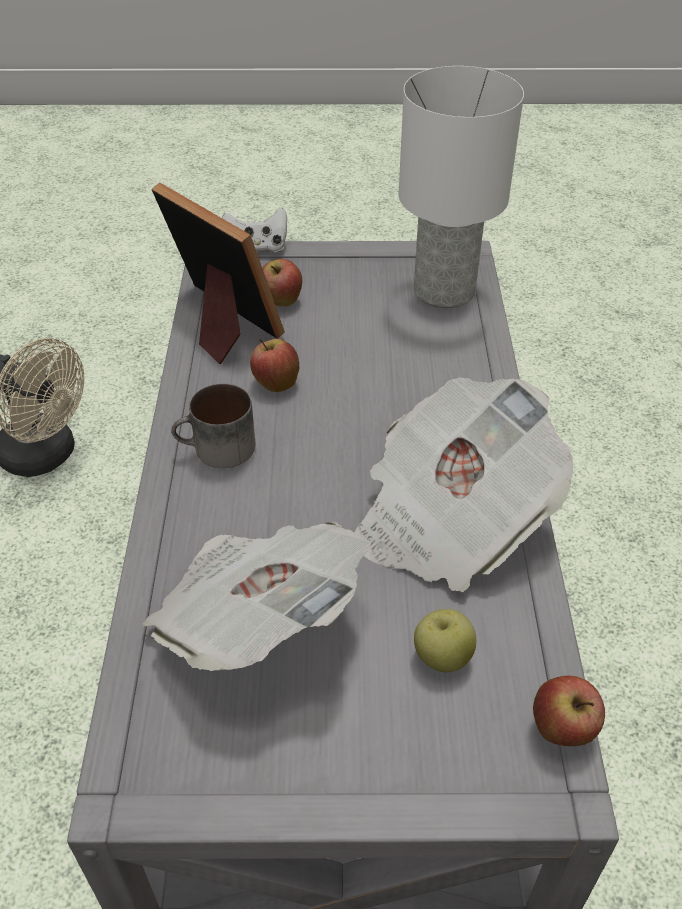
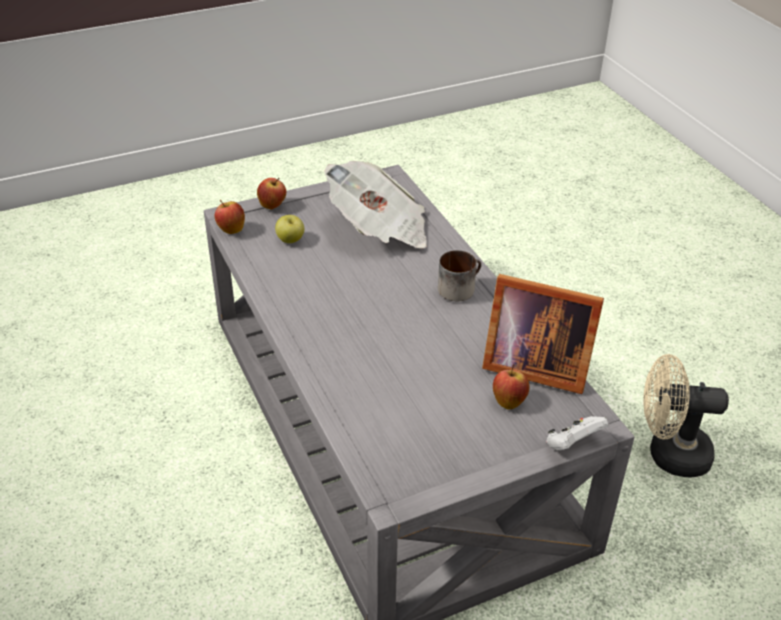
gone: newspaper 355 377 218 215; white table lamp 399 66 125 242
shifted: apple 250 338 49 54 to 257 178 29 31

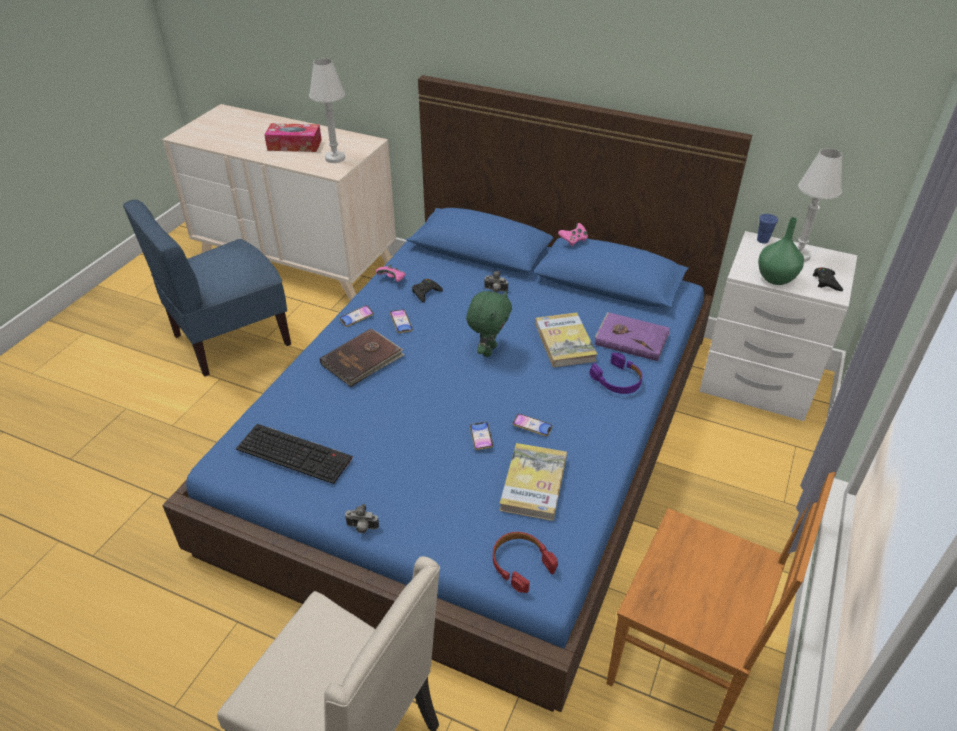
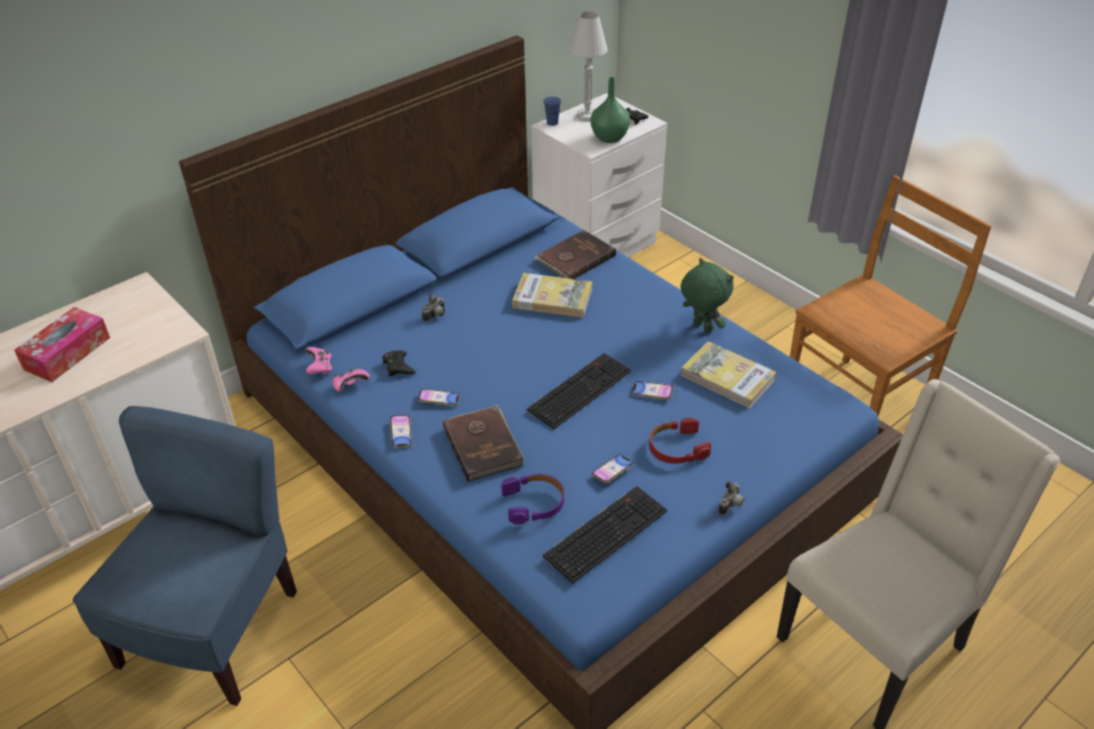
gone: white table lamp 309 58 36 105
new: keyboard 527 353 104 76
shifted: green plush toy 466 291 46 66 to 681 258 53 75; red headphones 493 532 65 61 to 649 418 62 46; phone 513 414 40 22 to 592 454 42 29; pink game controller 558 223 30 23 to 306 347 26 27; purple headphones 589 352 54 42 to 501 474 63 51
repainted: purple book 595 312 75 49 to brown book 534 230 82 49
rotated: blue chair 123 200 168 177 = 73 406 224 300 150 degrees counterclockwise

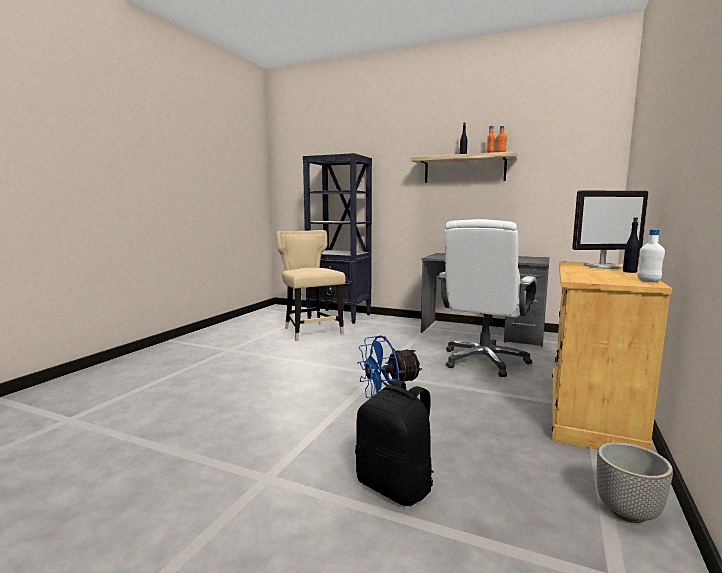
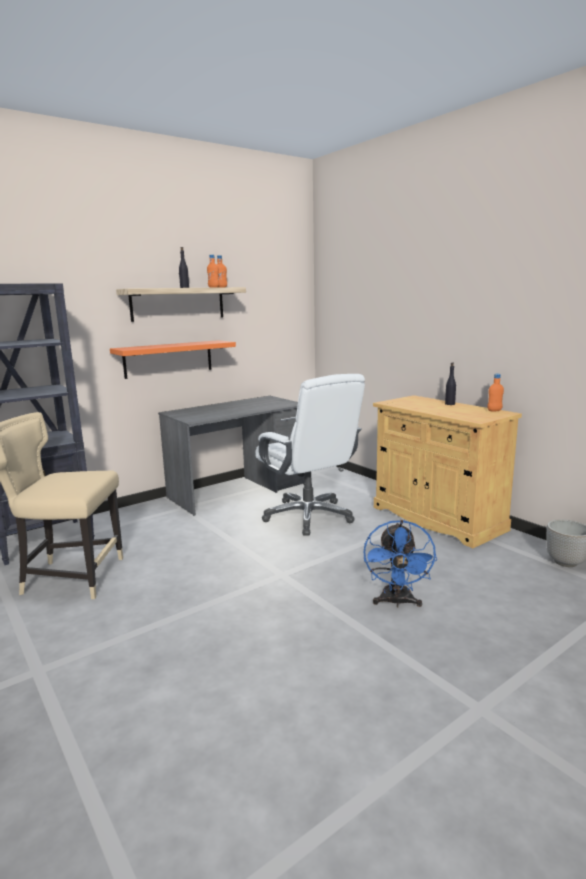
gone: black backpack 355 380 79 126; monitor 572 190 77 79
new: orange shelf 110 340 126 39
repainted: white bottle 637 229 28 53 to orange bottle 487 374 17 37

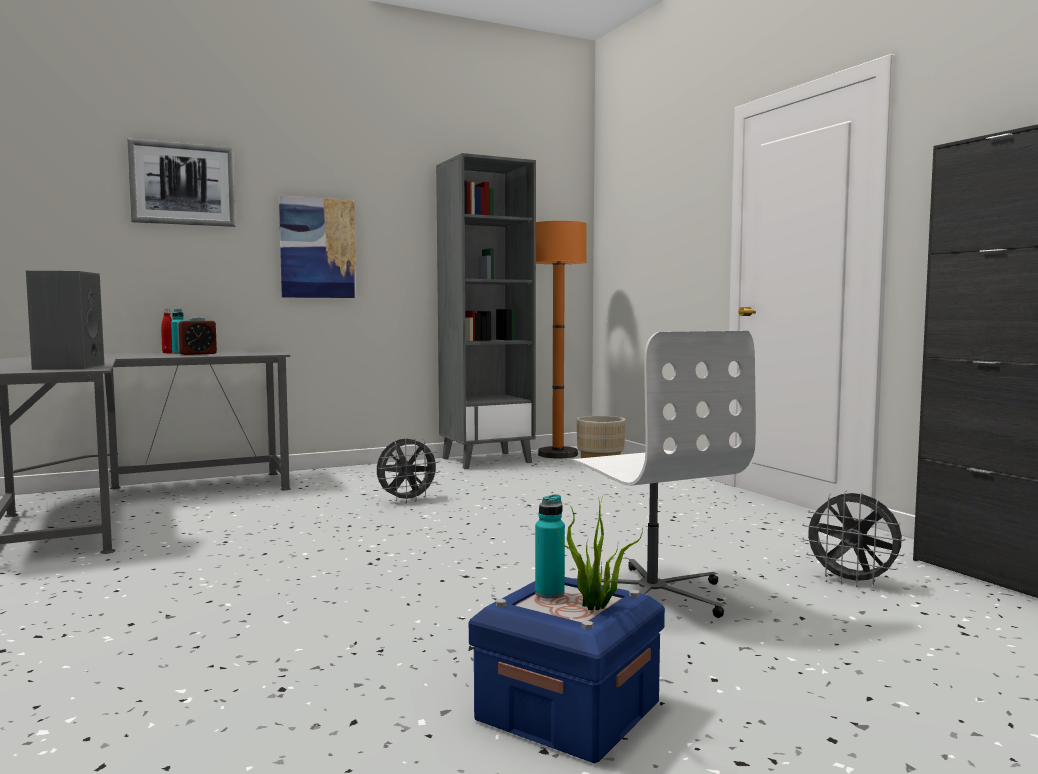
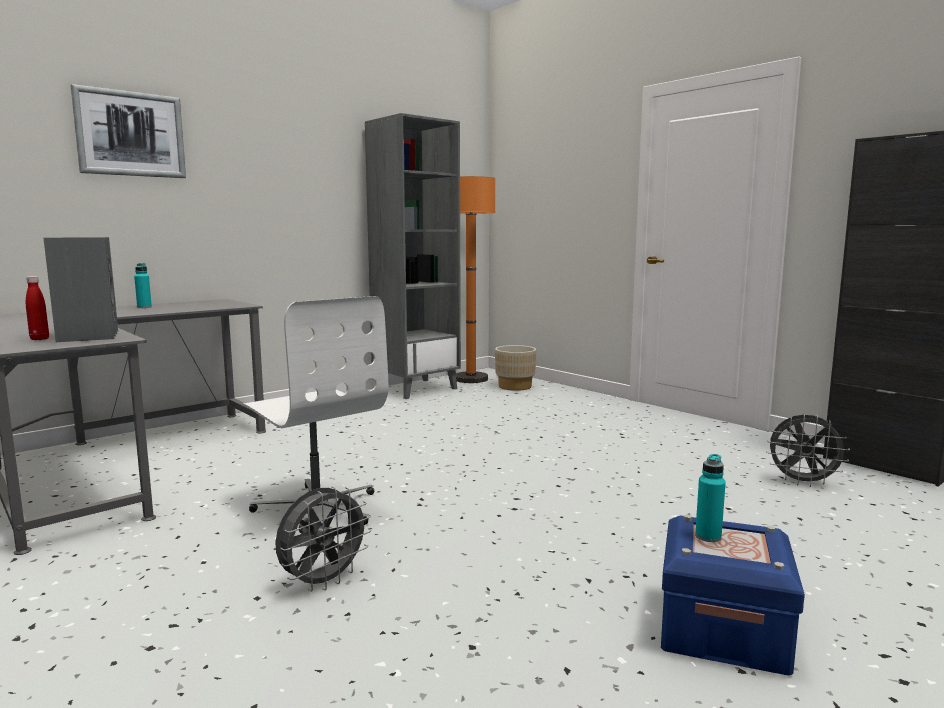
gone: alarm clock 177 317 40 38; picture 279 196 77 102; potted plant 558 497 85 113
shifted: red bottle 161 309 11 44 to 26 276 23 64; grey fan 377 436 63 67 to 275 487 97 105; white office chair 569 331 187 287 to 242 296 146 229

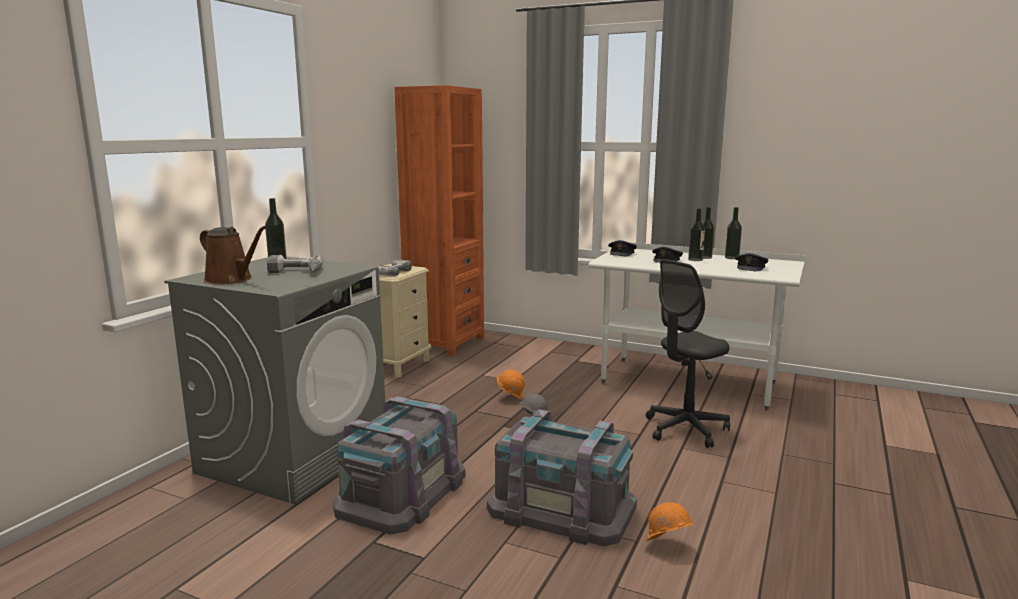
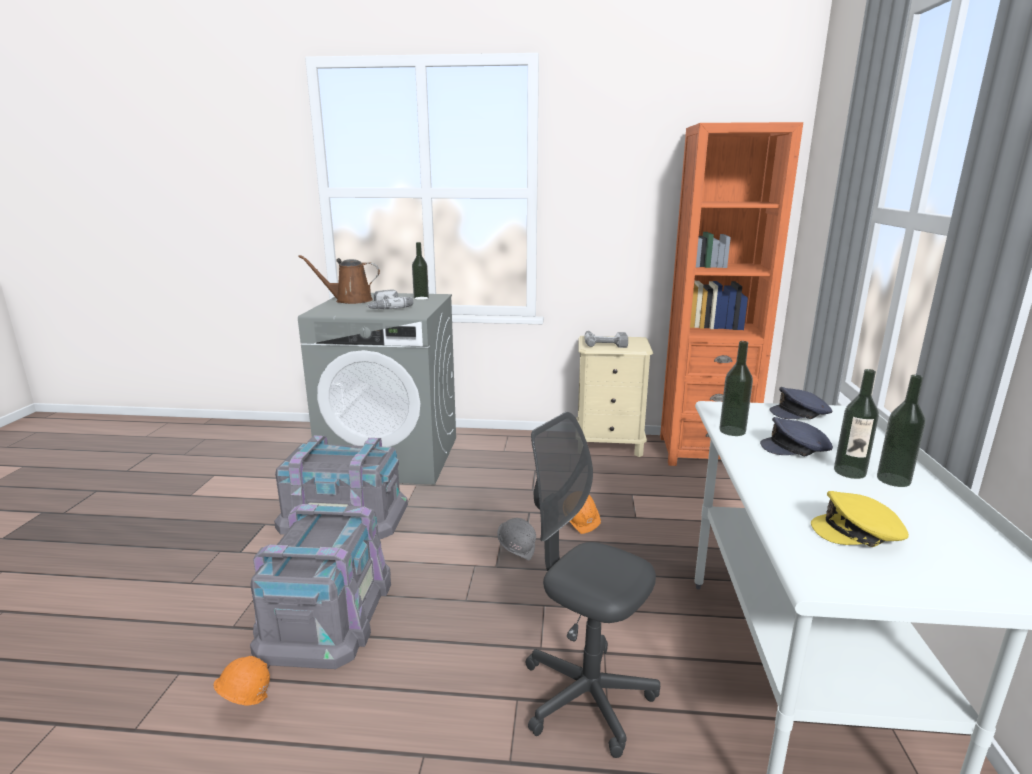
shifted: bottle 725 207 17 52 to 719 341 34 95
repainted: grey cap 735 253 33 18 to yellow cap 811 491 98 56
rotated: brown watering can 200 226 66 58 = 298 255 82 49 75 degrees clockwise

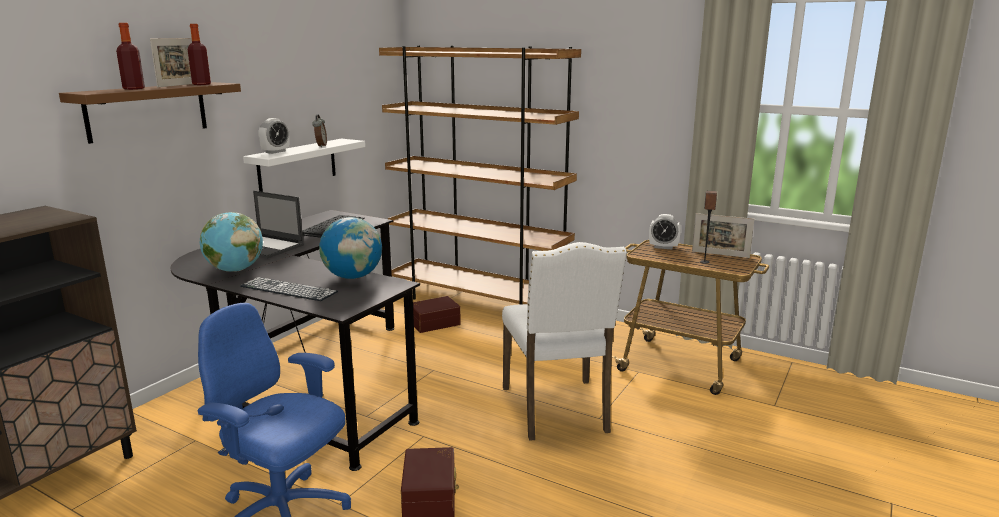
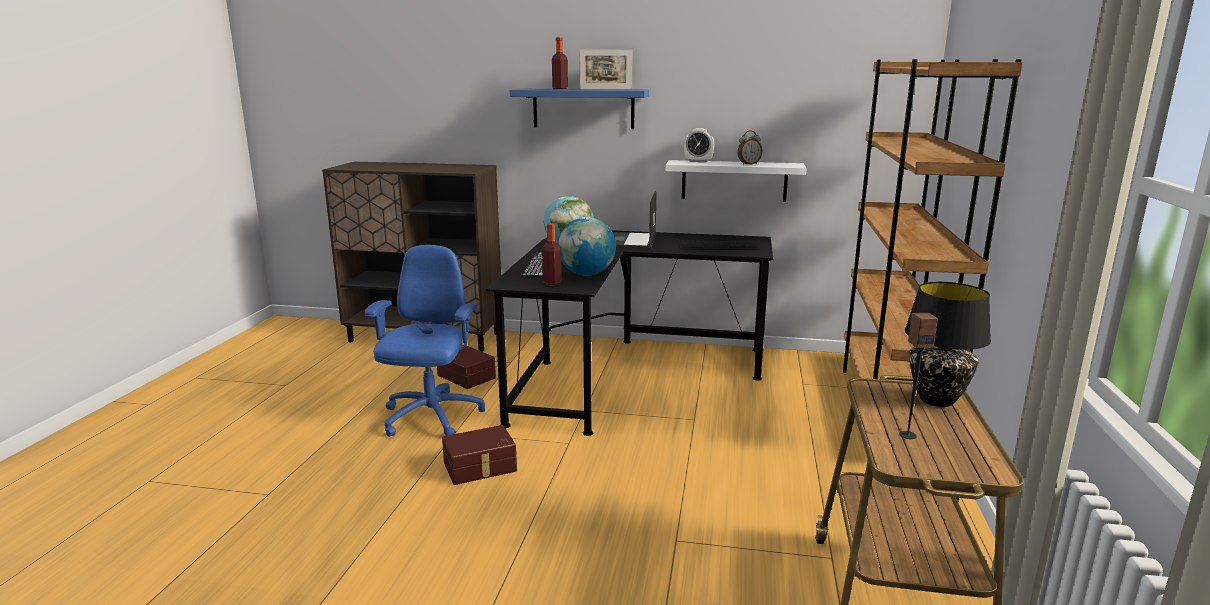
gone: white chair 502 242 125 199; picture frame 692 213 62 45
shifted: bottle 188 24 23 61 to 542 223 19 62; brown storage box 413 296 48 37 to 437 345 59 44
swapped: alarm clock 649 214 32 36 to black table lamp 905 282 86 125
repainted: brown shelf 59 82 182 62 to blue shelf 510 89 139 40

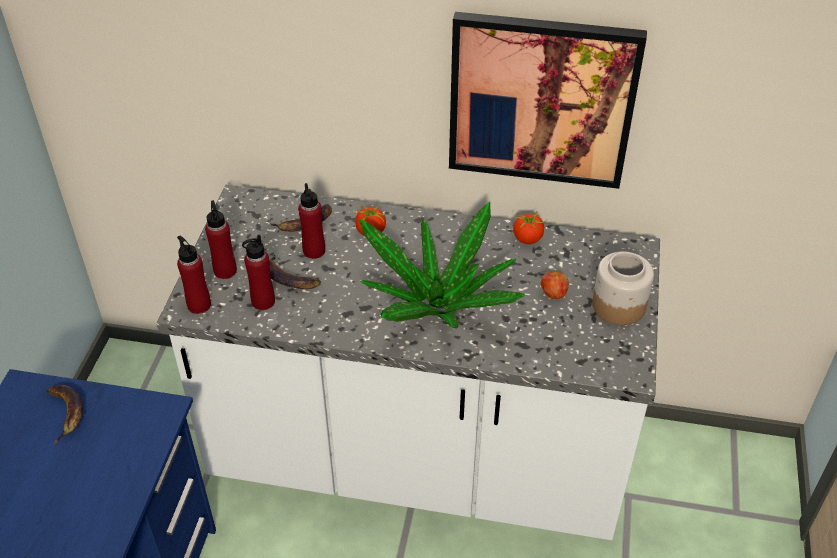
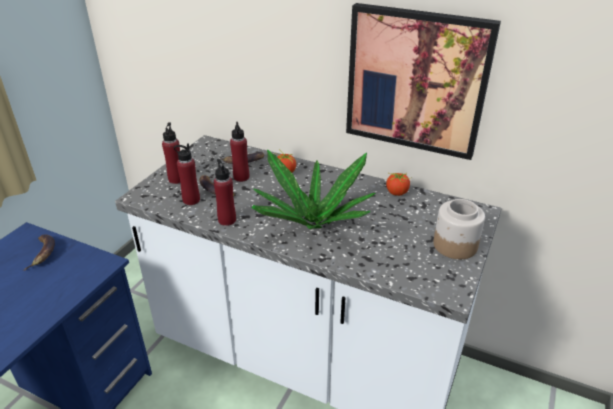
gone: apple 541 270 28 29
shifted: red bottle 177 236 34 78 to 214 159 22 67

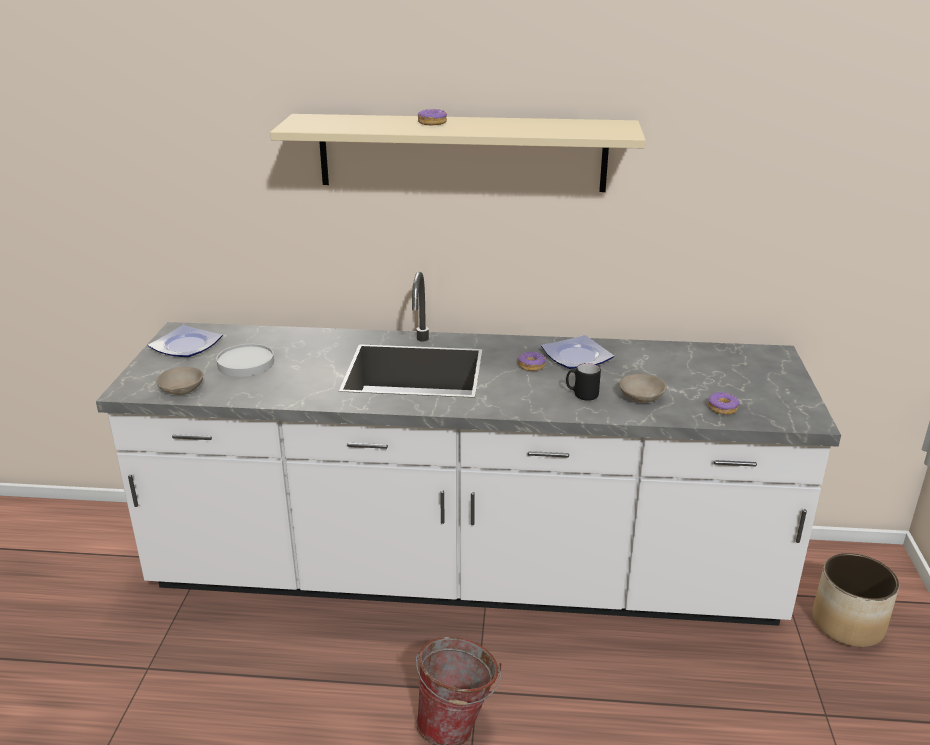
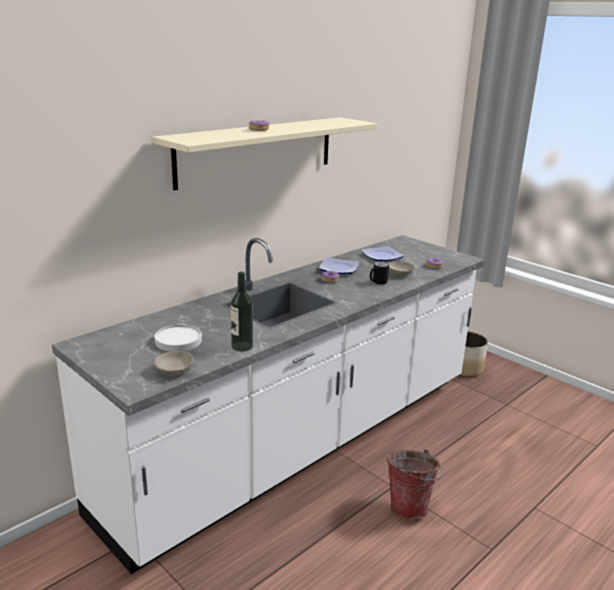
new: bottle 230 272 23 80
shifted: plate 148 325 75 32 to 361 246 43 15

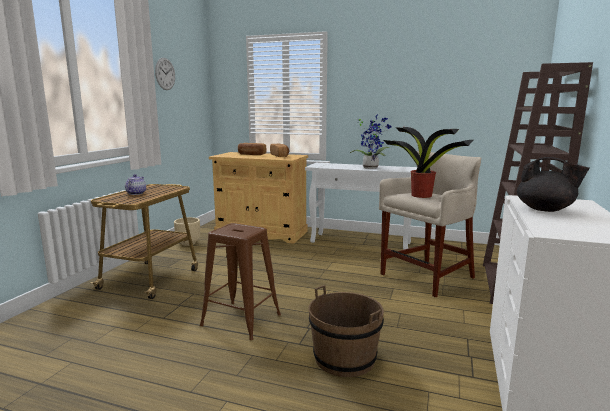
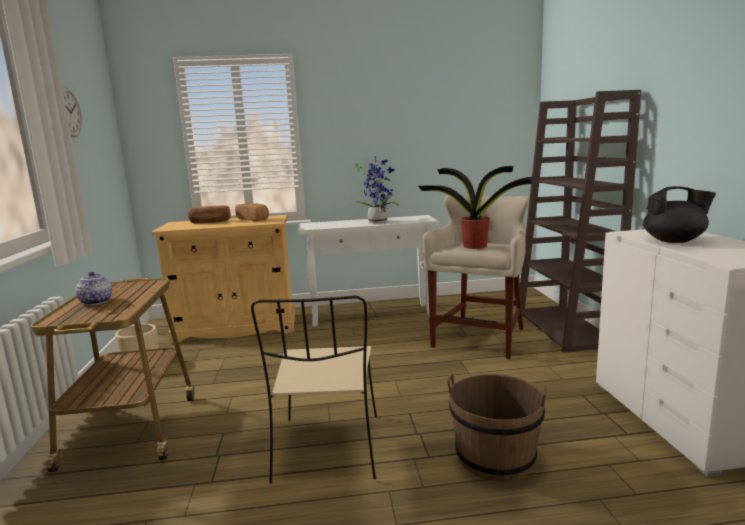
swapped: brown stool 200 223 81 117 to beige chair 251 296 126 187

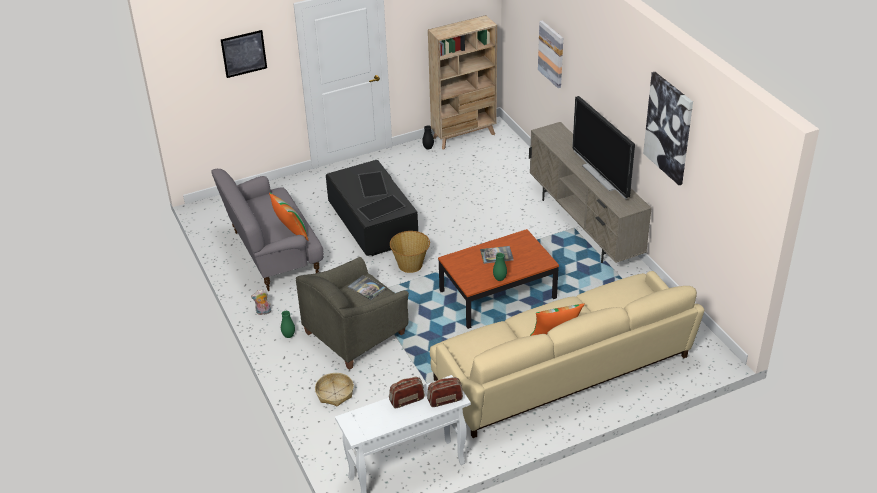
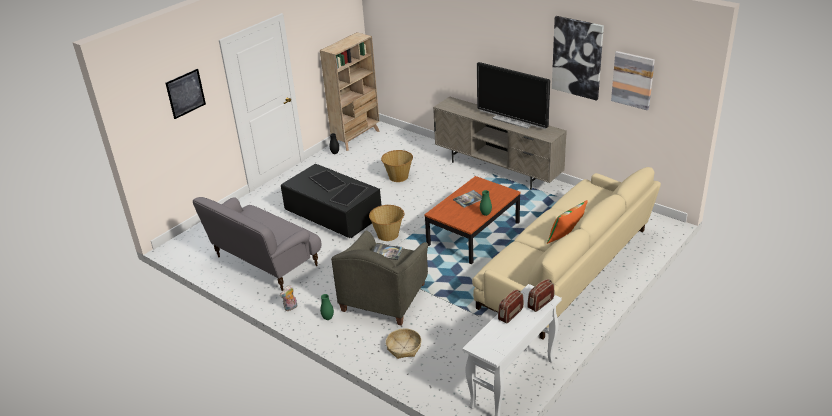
gone: pillow 269 192 40 49
new: basket 381 150 32 32
shifted: picture 538 21 25 67 to 611 51 44 59

